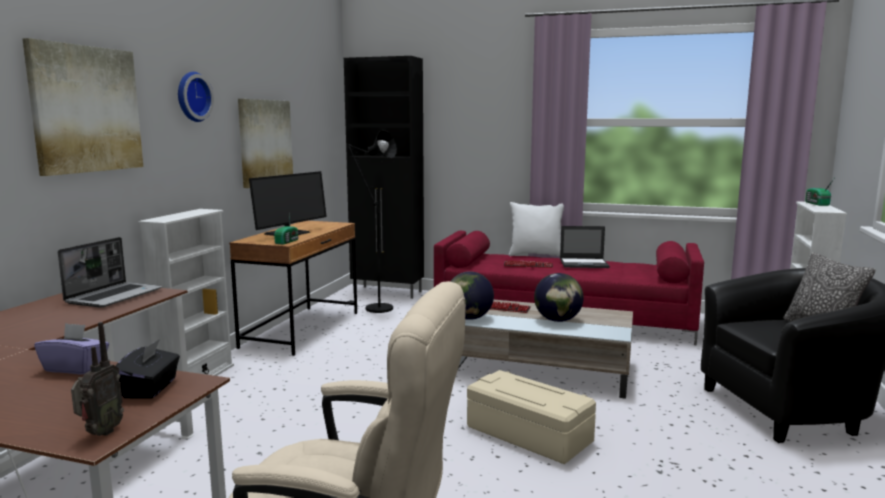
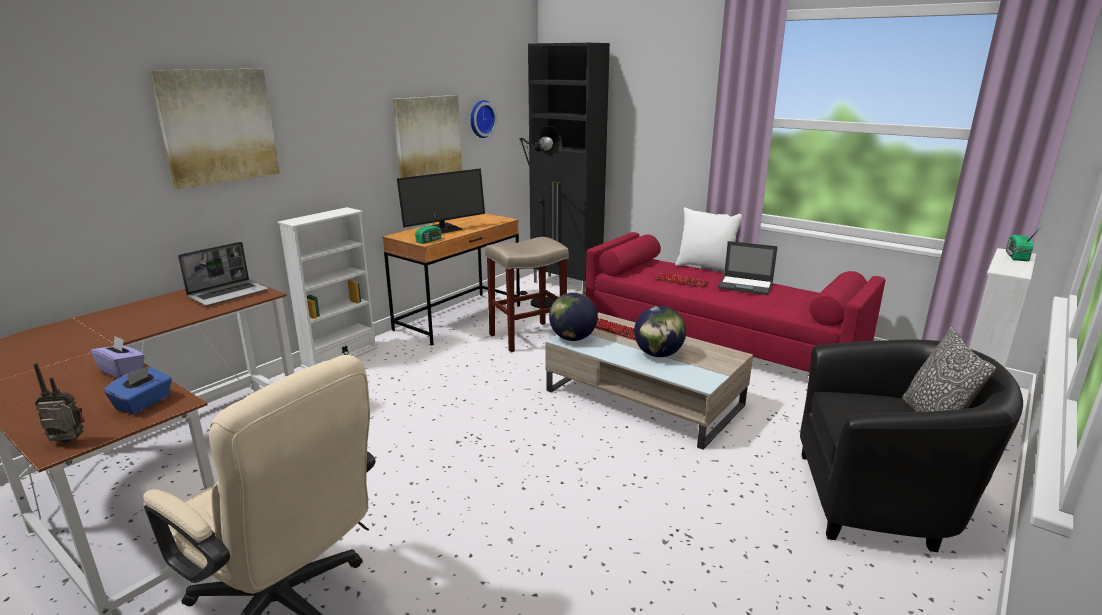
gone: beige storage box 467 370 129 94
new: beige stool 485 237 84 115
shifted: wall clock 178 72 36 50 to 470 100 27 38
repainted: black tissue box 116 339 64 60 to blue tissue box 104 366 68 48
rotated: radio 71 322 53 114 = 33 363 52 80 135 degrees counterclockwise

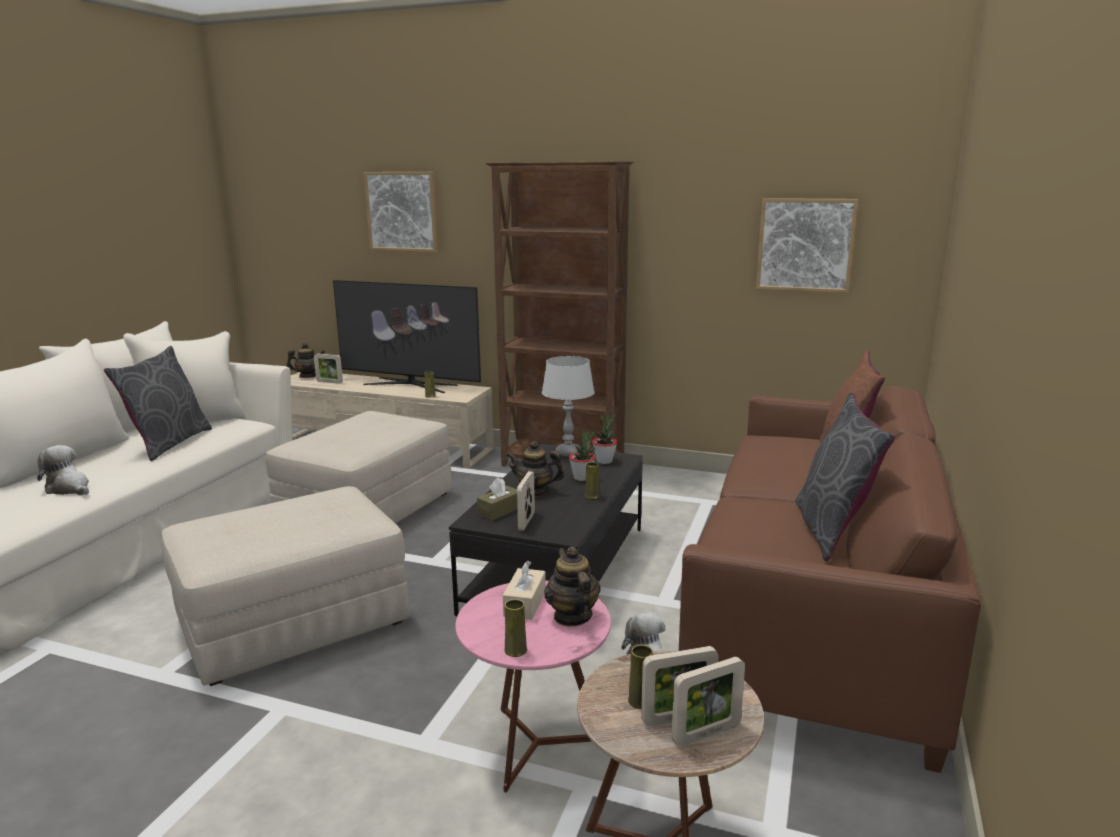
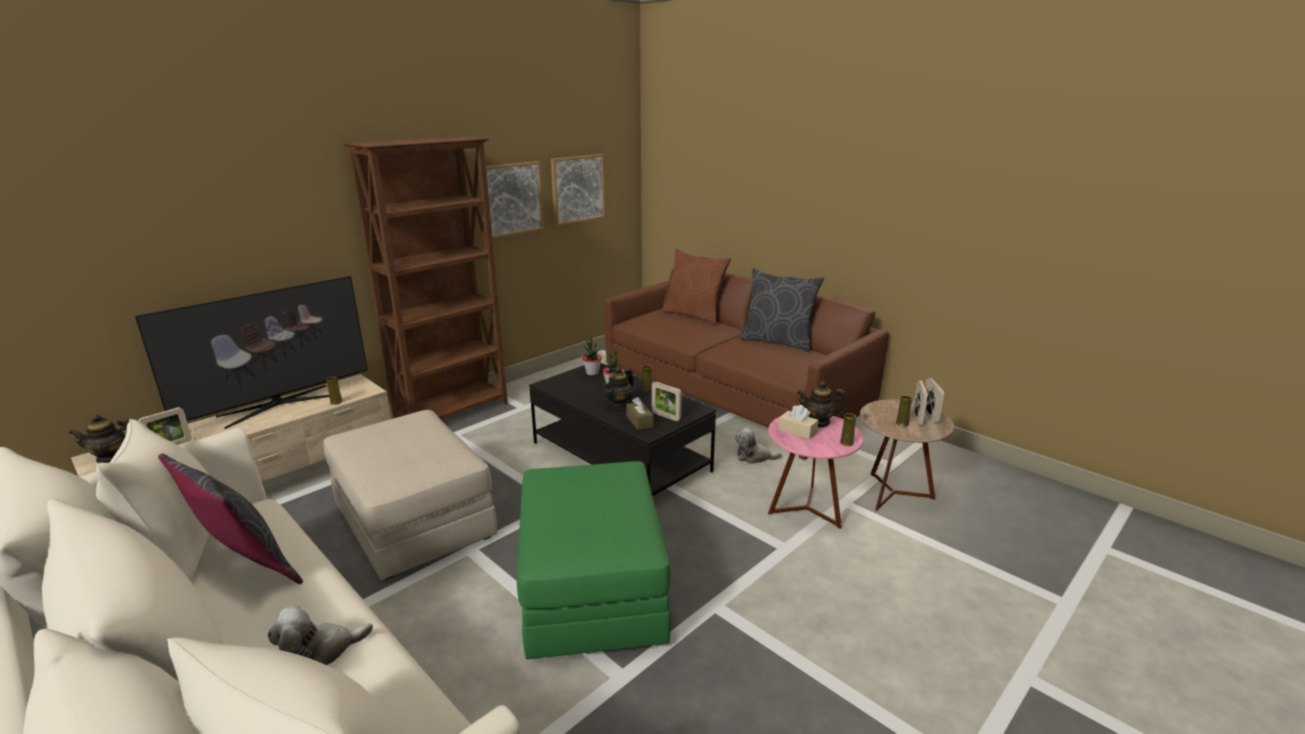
gone: grey table lamp 542 356 53 100
shifted: picture 363 172 75 80 to 486 161 58 78
repainted: beige ottoman 161 486 248 200 to green ottoman 517 461 154 198
rotated: teapot 286 343 39 35 = 69 414 60 49 120 degrees counterclockwise

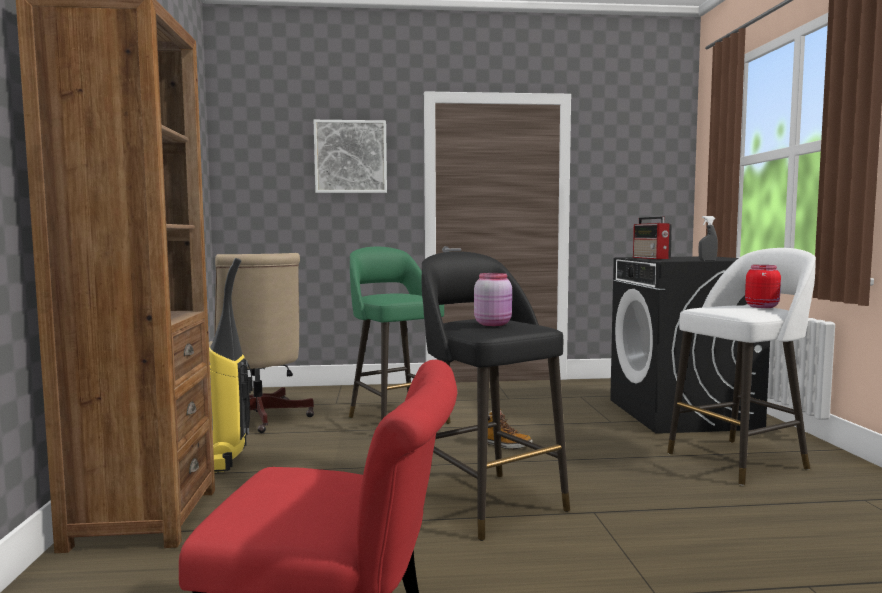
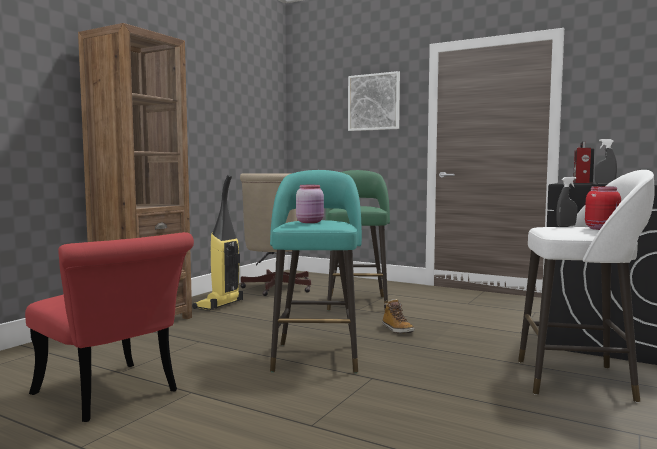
new: grey spray bottle 556 177 21 50
repainted: black stool 422 251 148 290 to turquoise stool 270 170 92 203

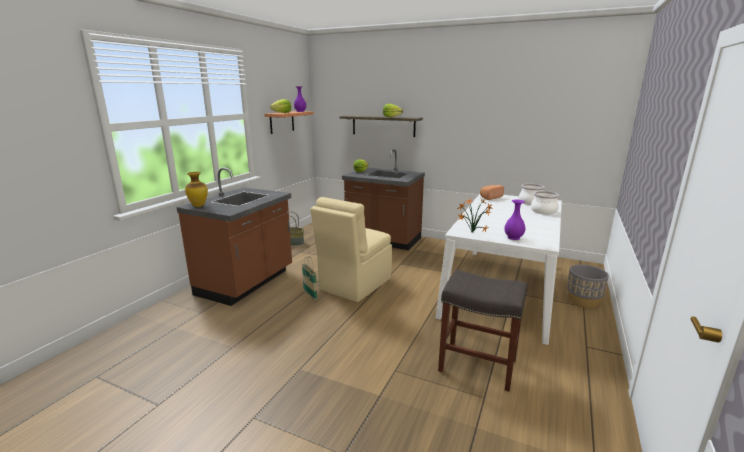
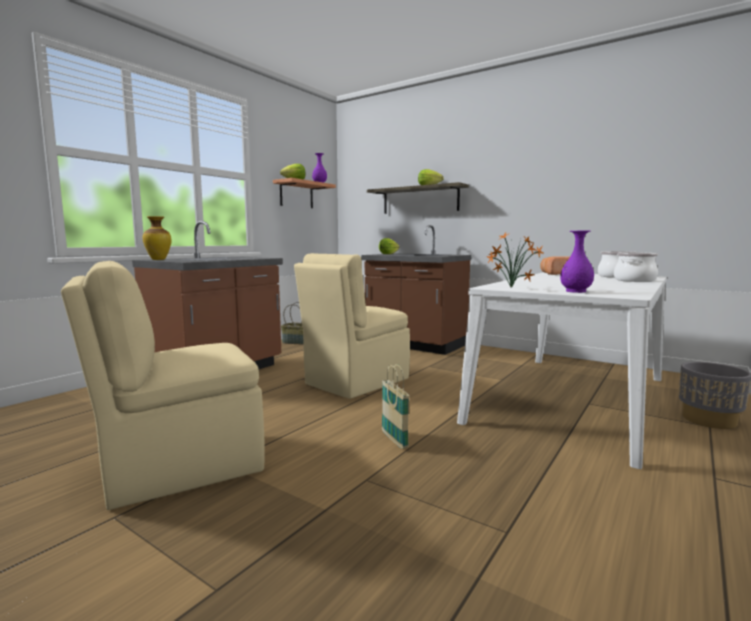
gone: grey stool 438 270 89 122
new: beige chair 61 261 204 249
shifted: basket 302 256 16 44 to 382 364 27 85

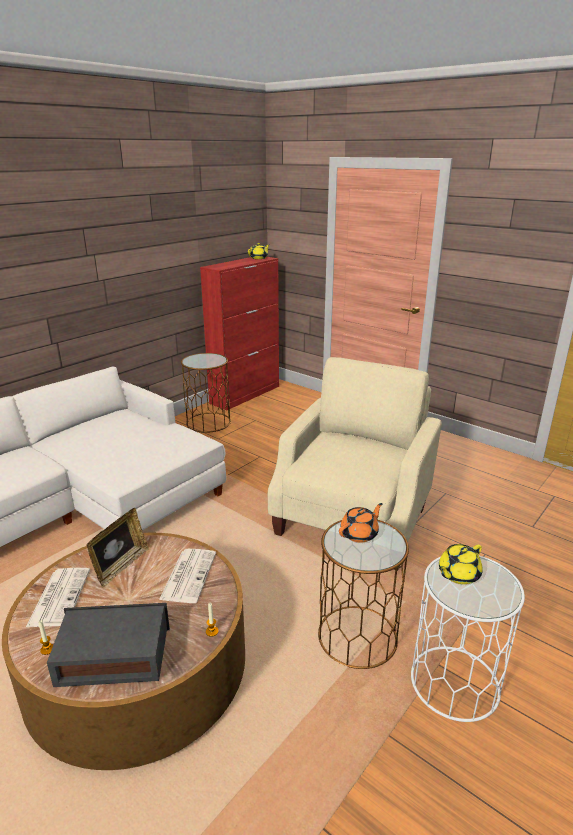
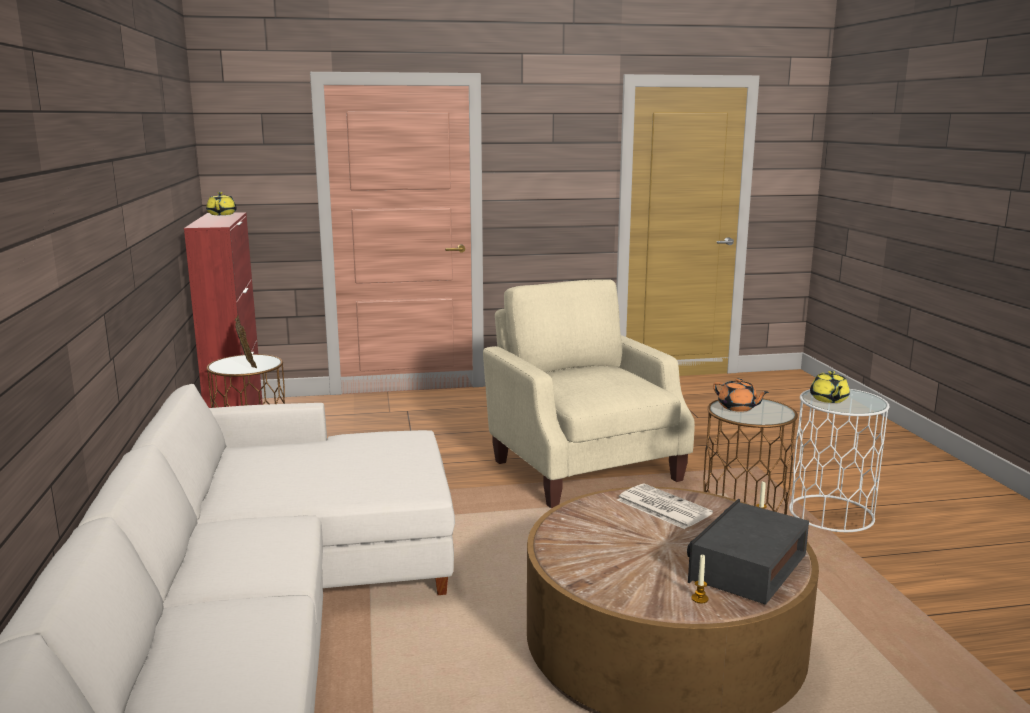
gone: newspaper 26 568 64 59
shifted: picture frame 86 508 63 79 to 235 315 22 53
rotated: orange teapot 339 503 44 40 = 713 378 56 34 135 degrees clockwise

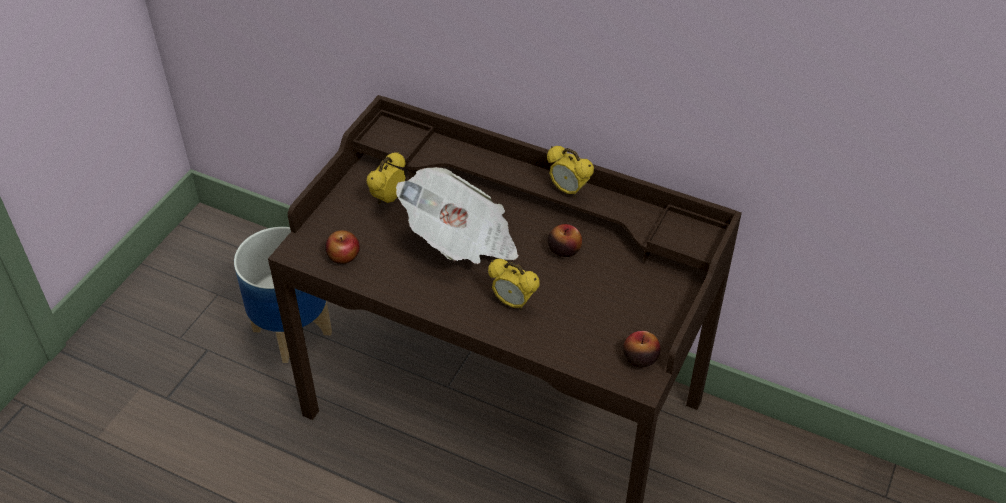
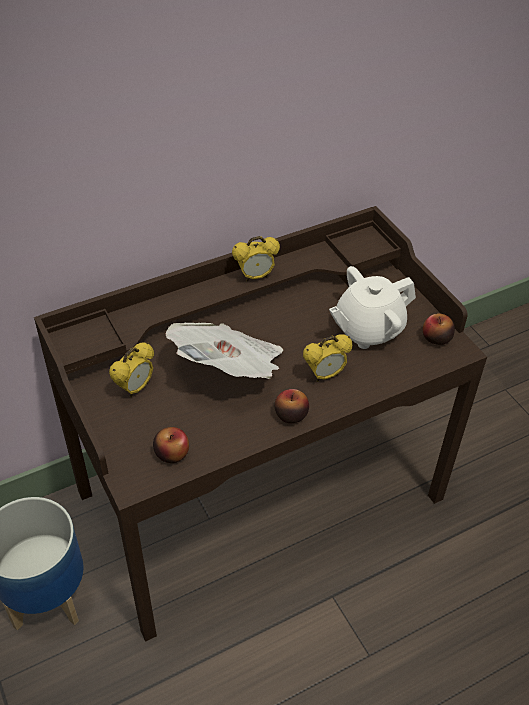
new: white teapot 329 266 87 83
shifted: apple 548 224 34 33 to 274 389 35 34
rotated: alarm clock 366 152 40 52 = 109 342 45 55 120 degrees counterclockwise

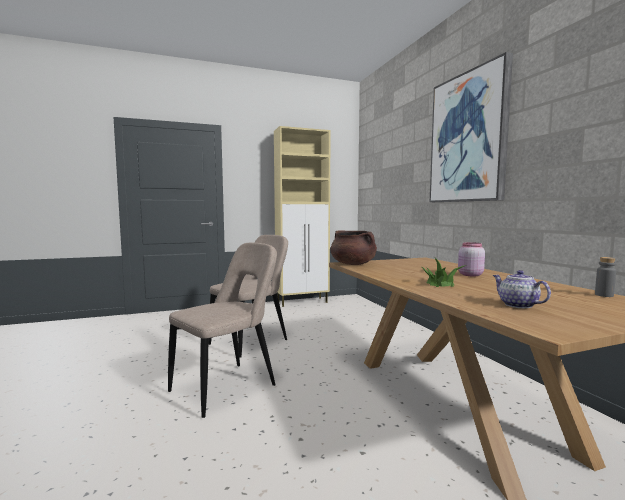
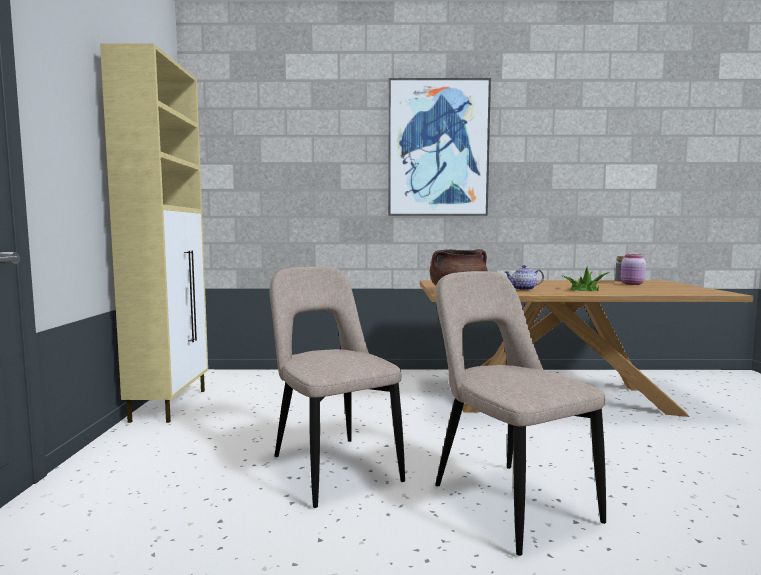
shifted: pink jar 458 242 27 35 to 621 254 25 31; teapot 493 270 58 38 to 505 265 39 25

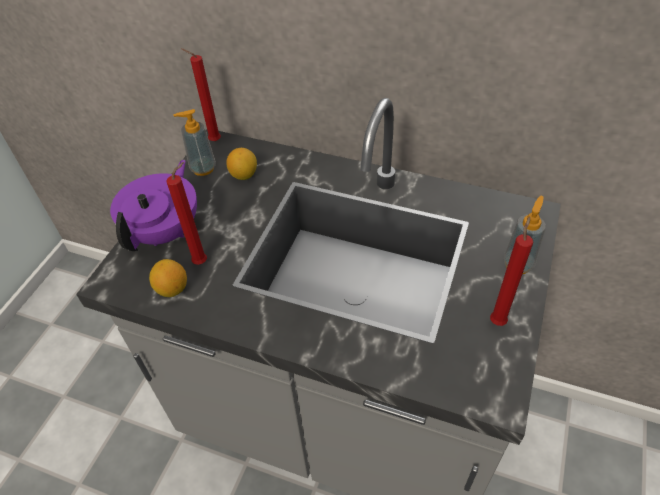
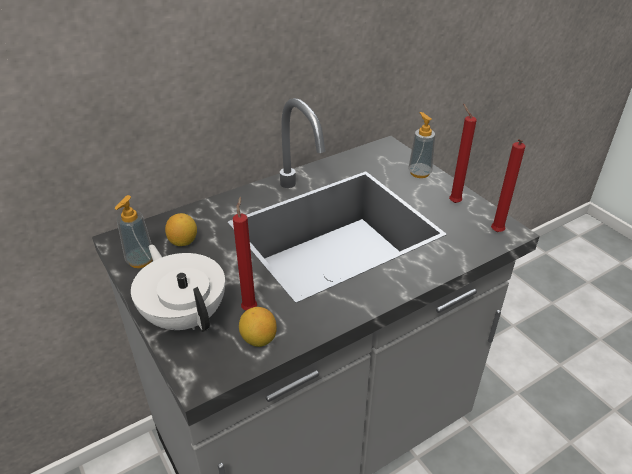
shifted: red candle 181 48 40 93 to 491 139 34 93
repainted: purple teapot 110 160 87 91 to white teapot 131 245 94 87

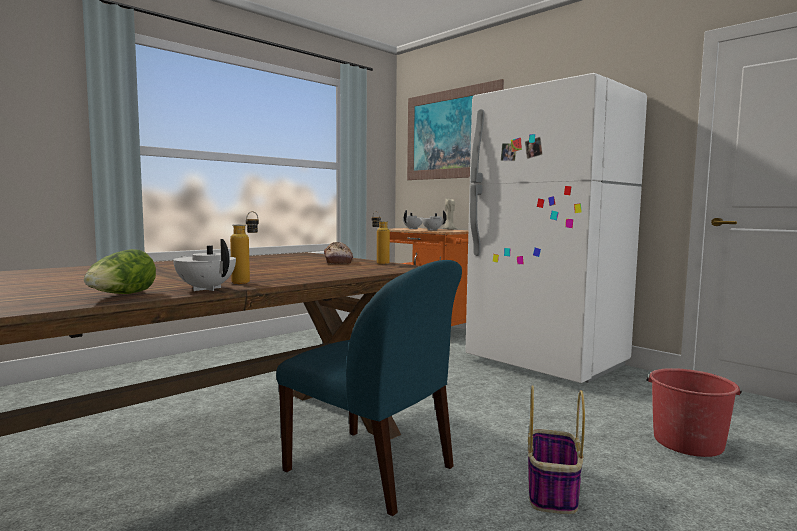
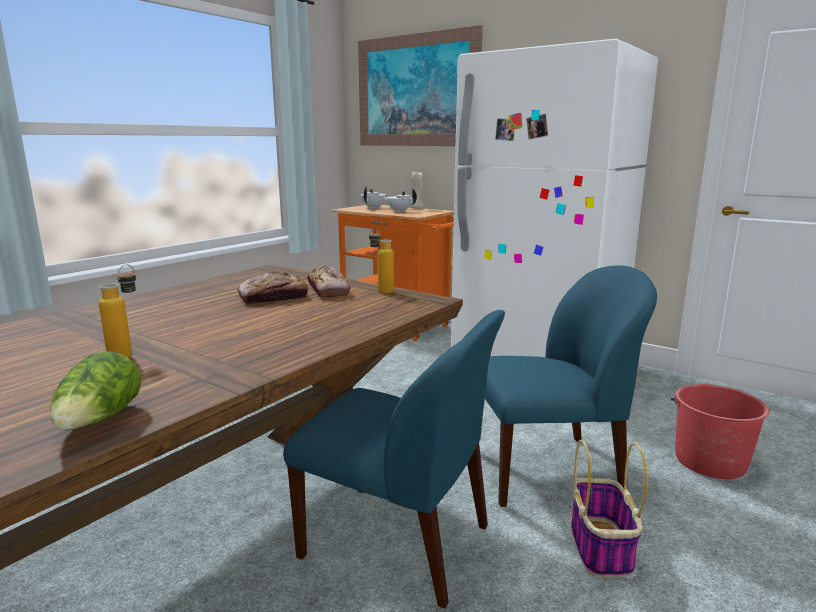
gone: white teapot 173 239 63 52
new: bread 237 272 71 32; blue chair 485 266 172 241
shifted: bottle 230 211 29 73 to 99 264 37 94

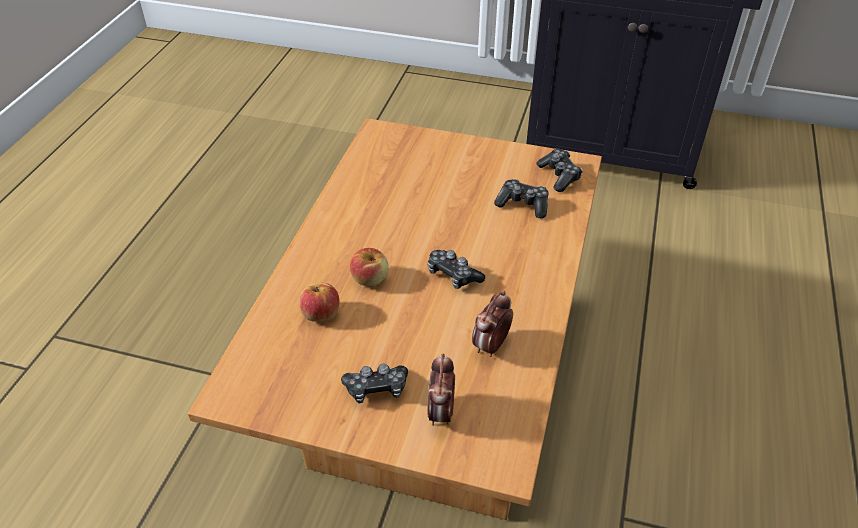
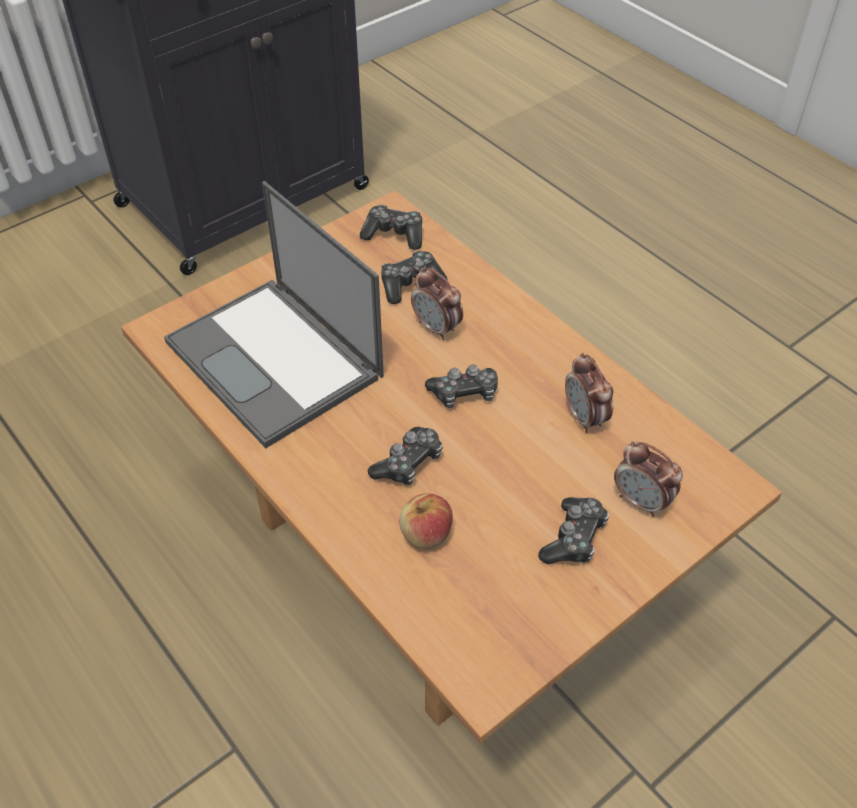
new: laptop 164 181 220 267; alarm clock 411 268 52 72
swapped: apple 350 248 39 38 to game controller 368 427 75 58

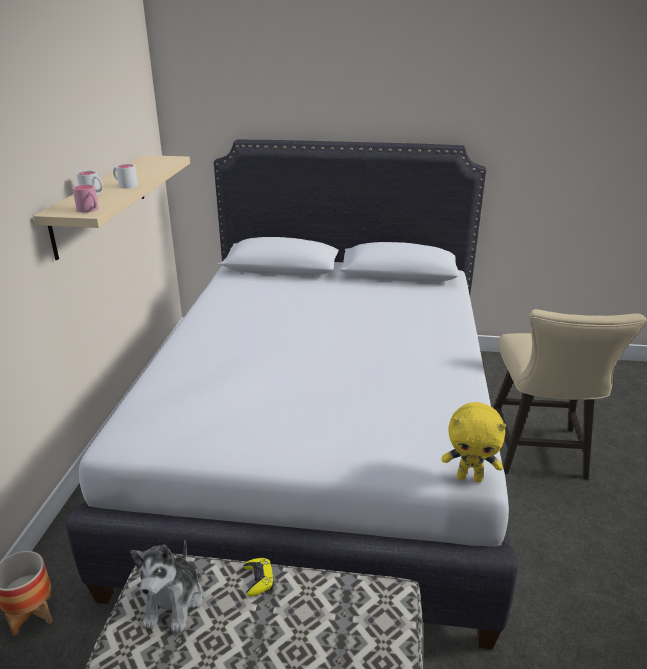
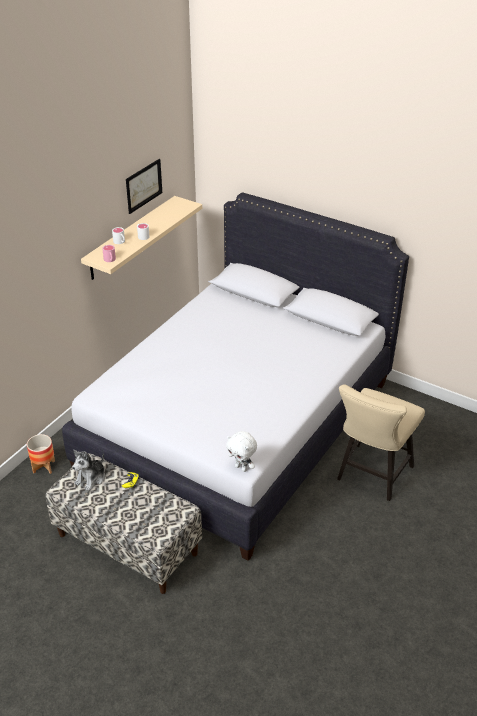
new: picture 126 159 36 55
repainted: yellow plush toy 442 402 64 80 to white plush toy 226 431 31 41

